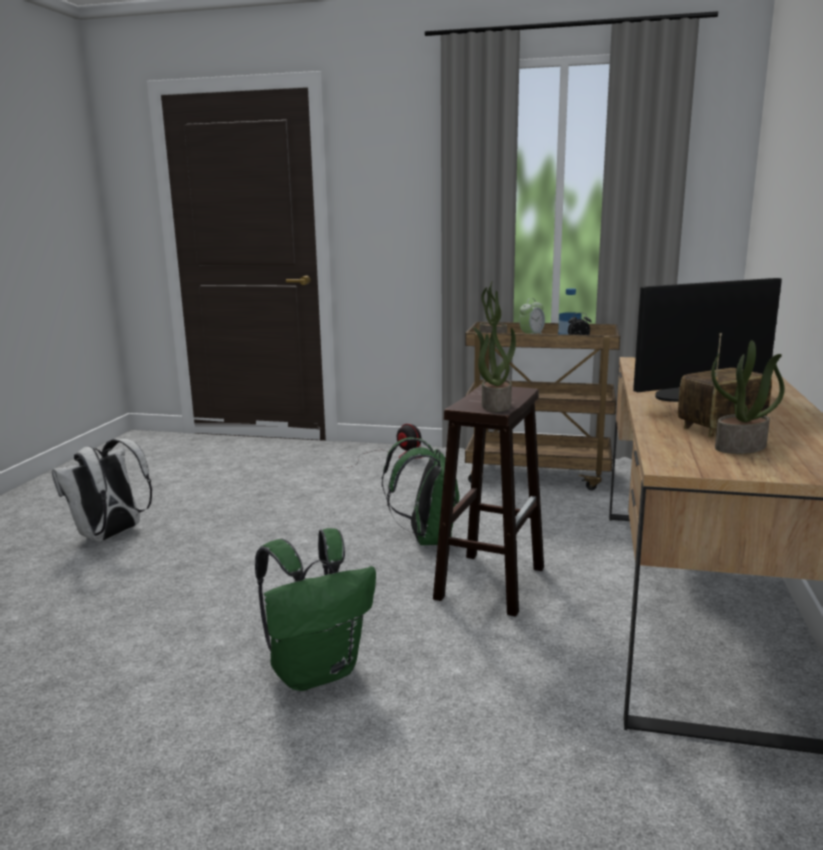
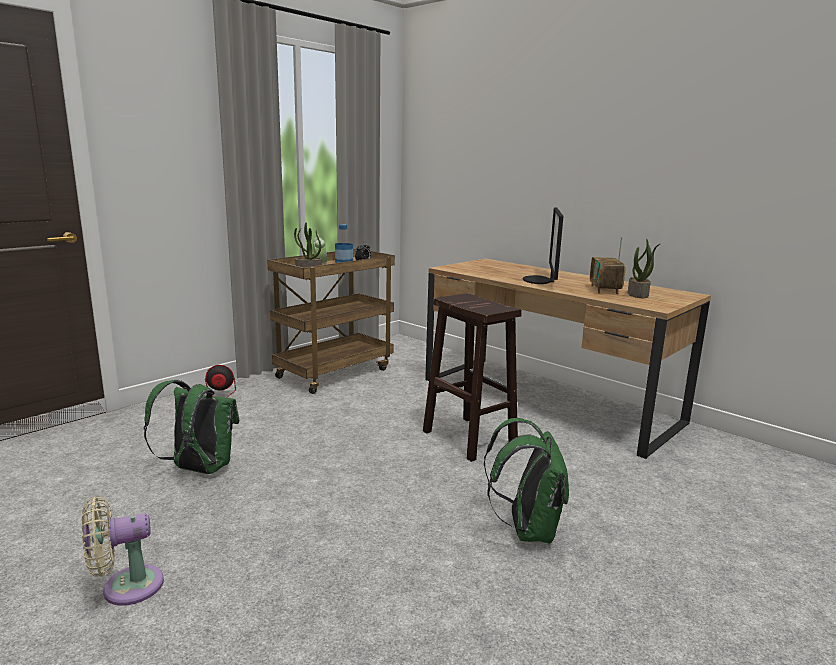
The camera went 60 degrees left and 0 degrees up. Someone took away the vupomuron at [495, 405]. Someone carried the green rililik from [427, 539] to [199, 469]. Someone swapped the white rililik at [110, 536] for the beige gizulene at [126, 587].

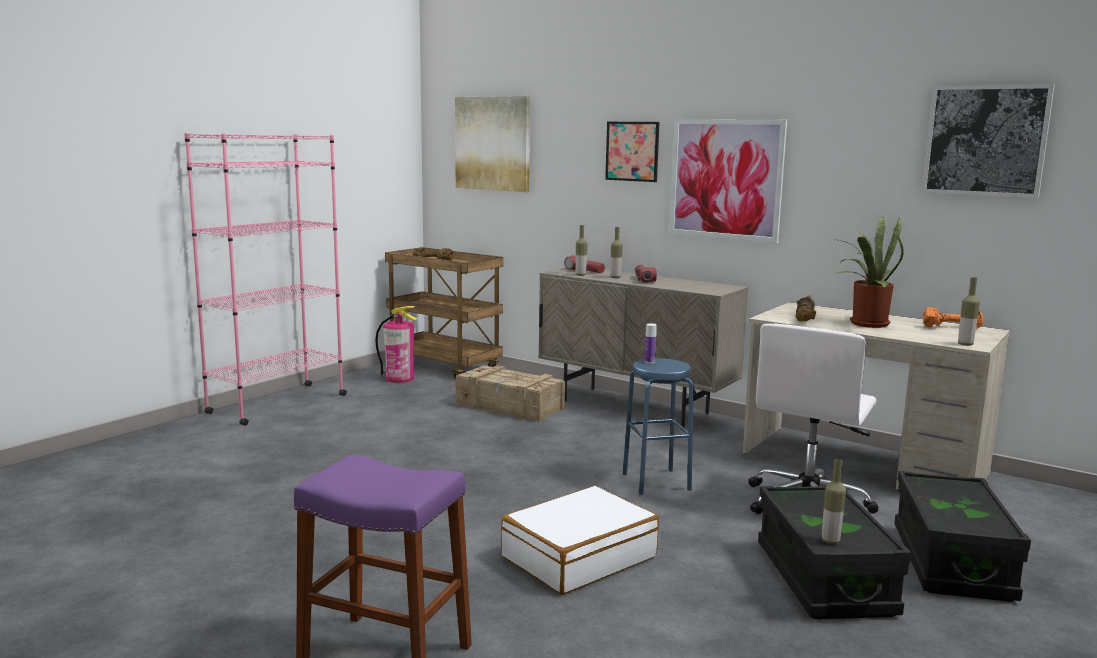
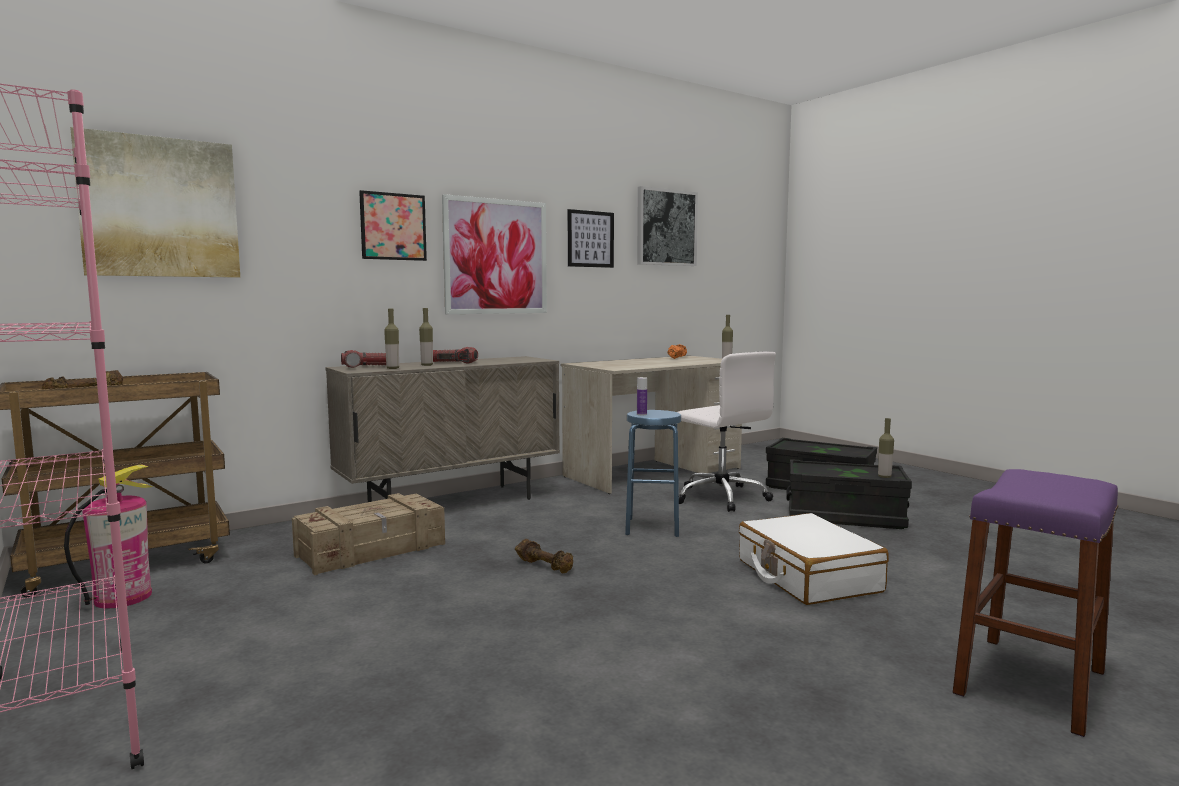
The camera went 70 degrees left and 5 degrees down. Someone took away the vupomuron at [865, 323]. Someone put up the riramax at [590, 239]. Someone carried the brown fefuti from [805, 318] to [545, 566].

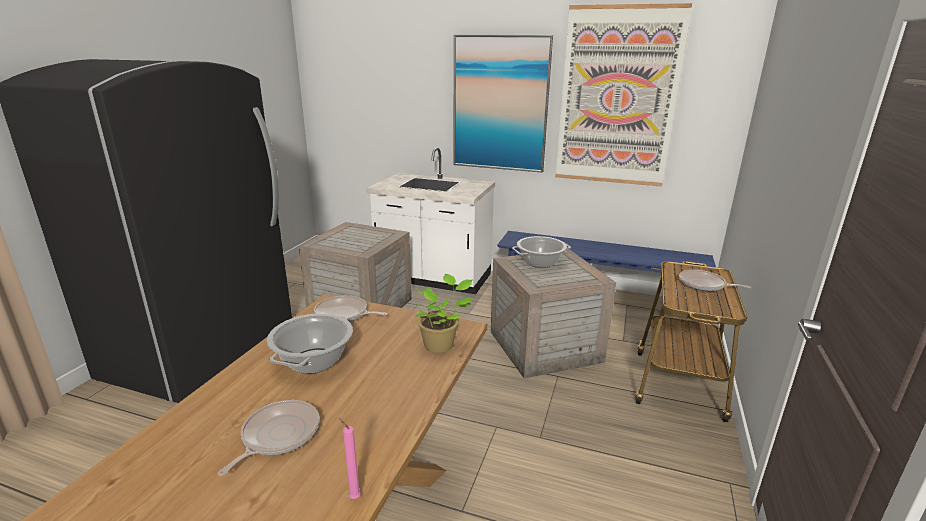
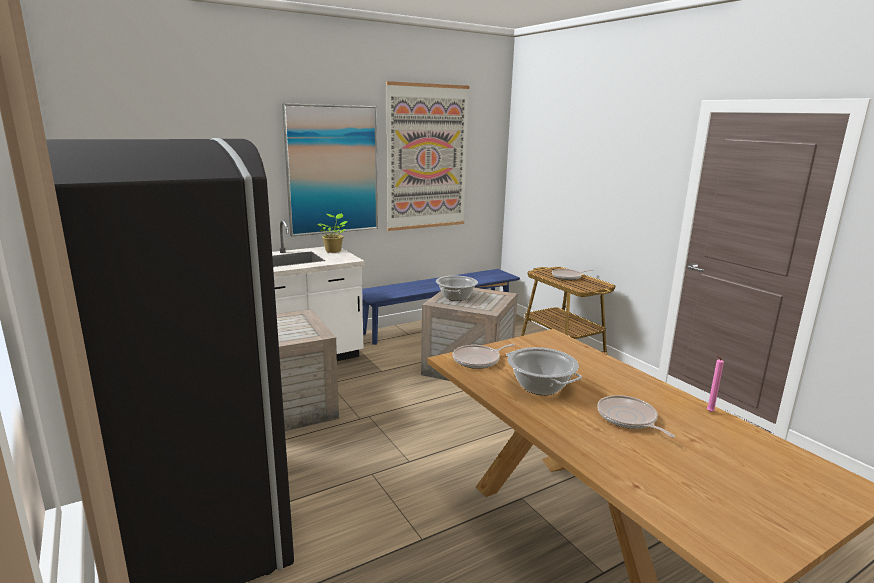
The camera went 50 degrees left and 5 degrees down. Someone carried the vupomuron from [441, 345] to [333, 250].

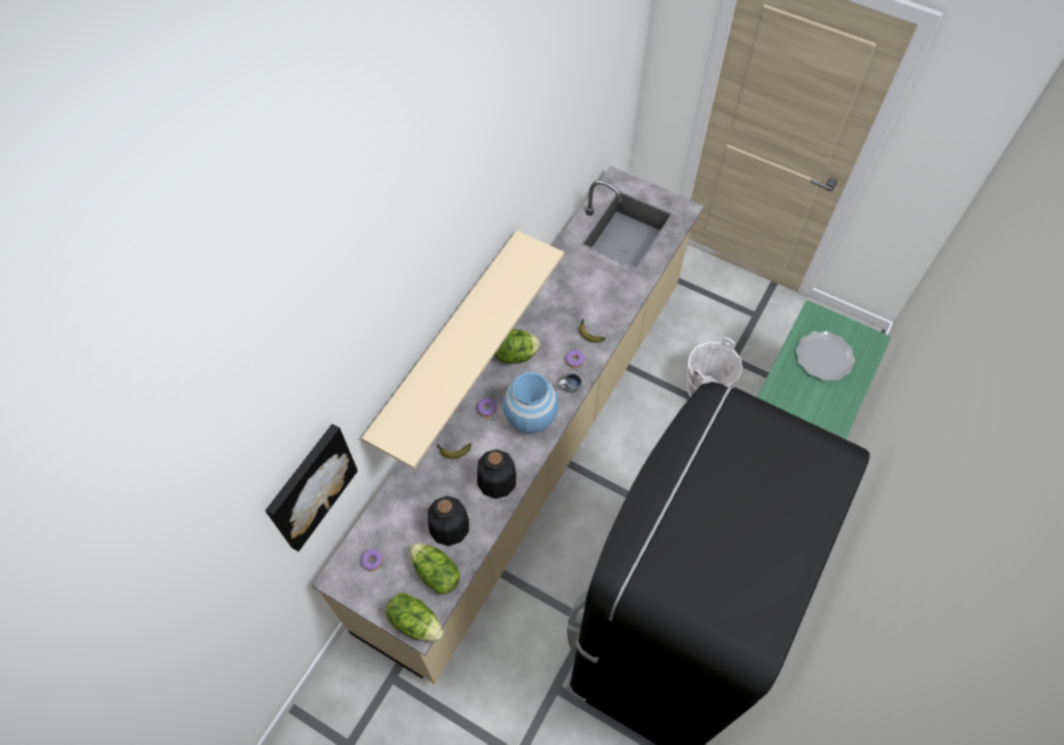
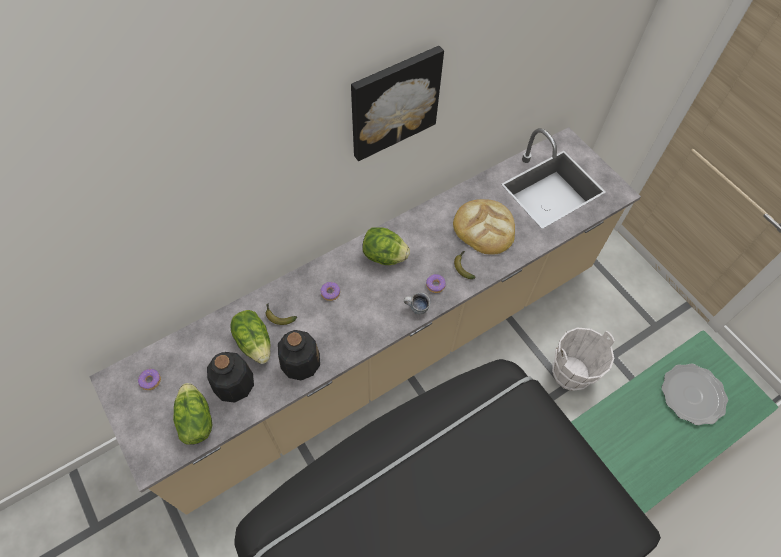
The camera went 25 degrees right and 0 degrees up. Someone took away the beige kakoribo at [446, 340]. Someone took away the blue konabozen at [530, 418]. Someone put down the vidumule at [484, 228]. Someone carried the riramax from [310, 486] to [393, 102]. Someone carried the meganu from [416, 622] to [255, 342].

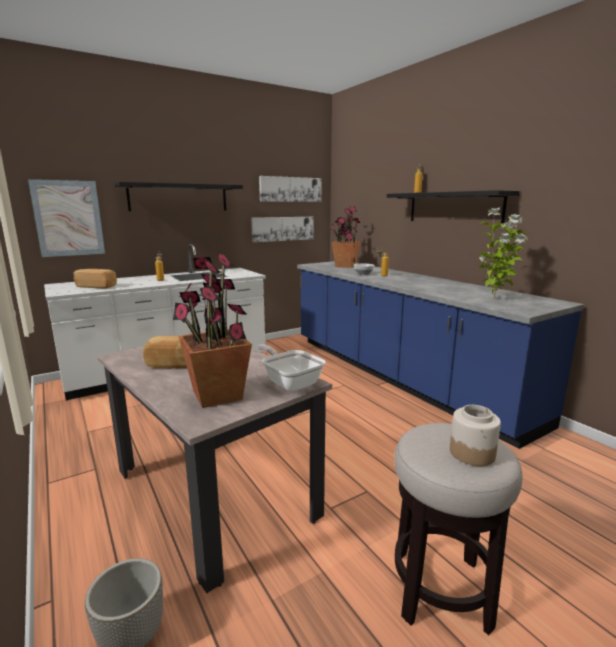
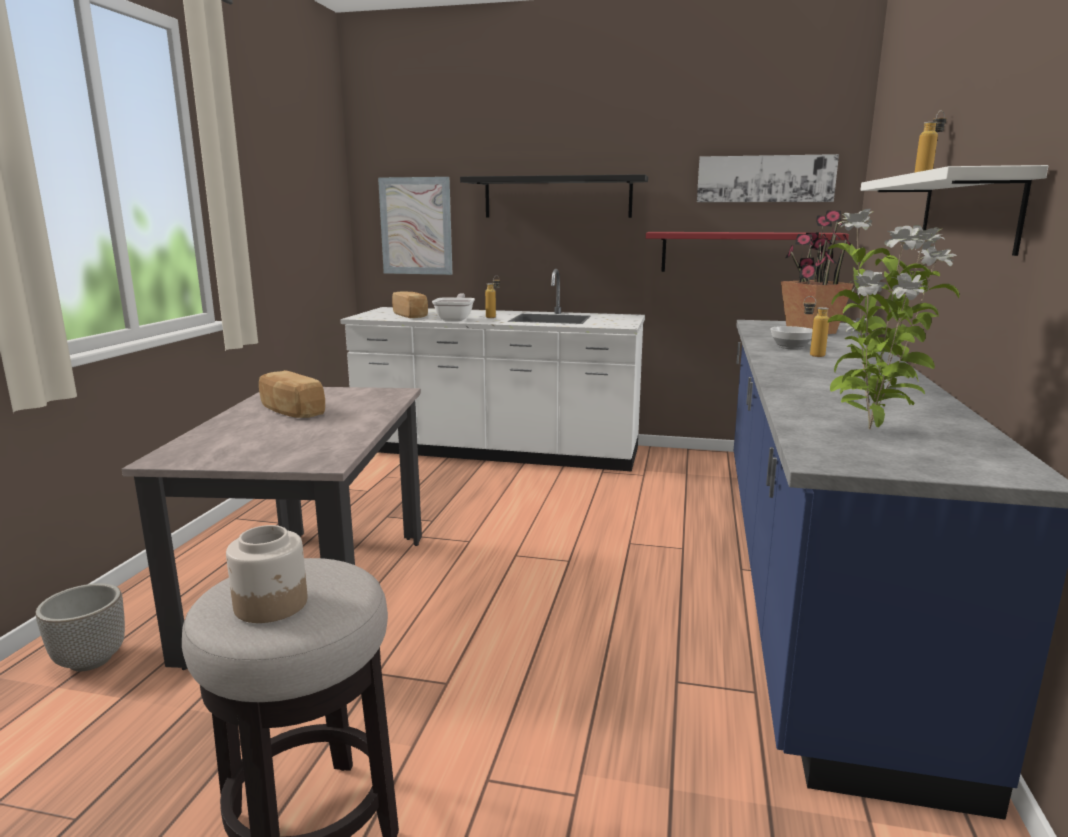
The camera went 45 degrees right and 0 degrees up. Someone took away the vupomuron at [216, 396]. Someone carried the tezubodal from [290, 382] to [455, 319]. Someone swapped the riramax at [283, 228] for the red kakoribo at [740, 252]. Someone repainted the black kakoribo at [454, 207], which became the white kakoribo at [967, 212].

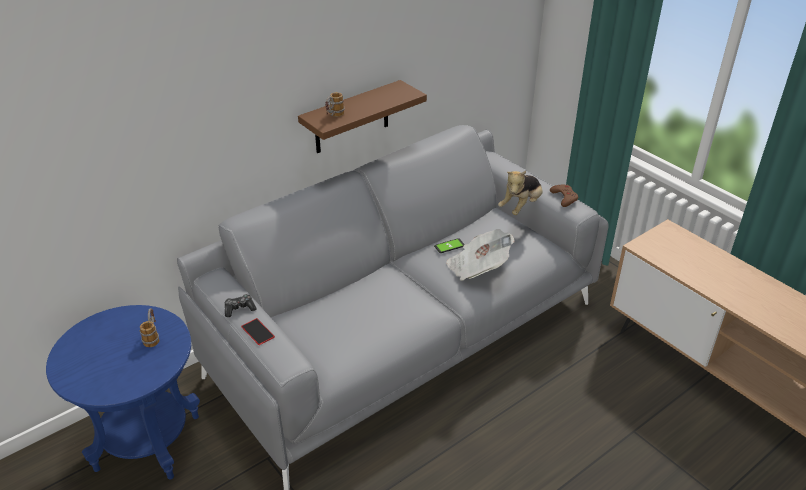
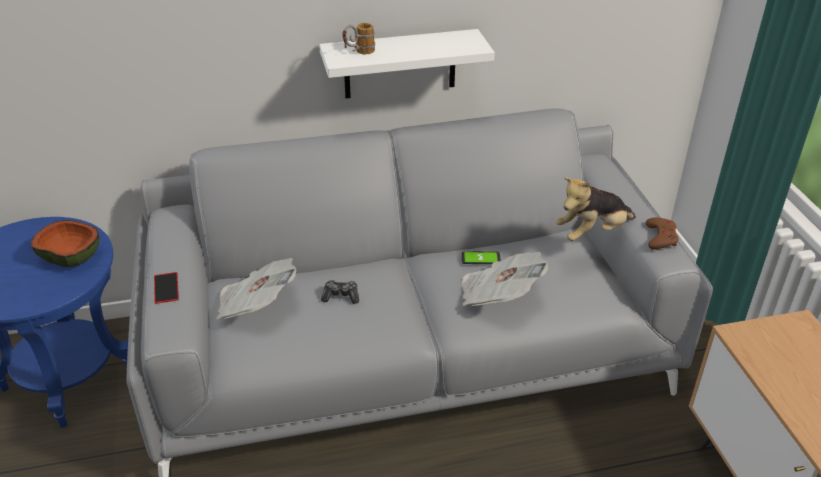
The camera went 25 degrees right and 0 degrees up. Someone put down the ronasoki at [256, 305]. Someone carried the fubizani from [239, 309] to [341, 296]. Someone swapped the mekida at [152, 336] for the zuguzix at [70, 258]. Someone repainted the brown kakoribo at [351, 118], which became the white kakoribo at [400, 64].

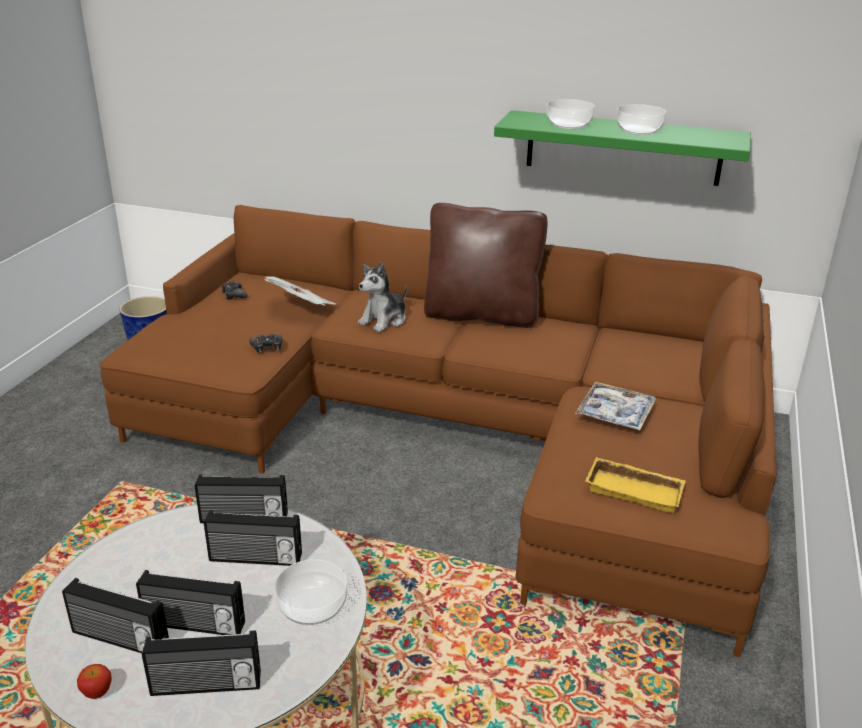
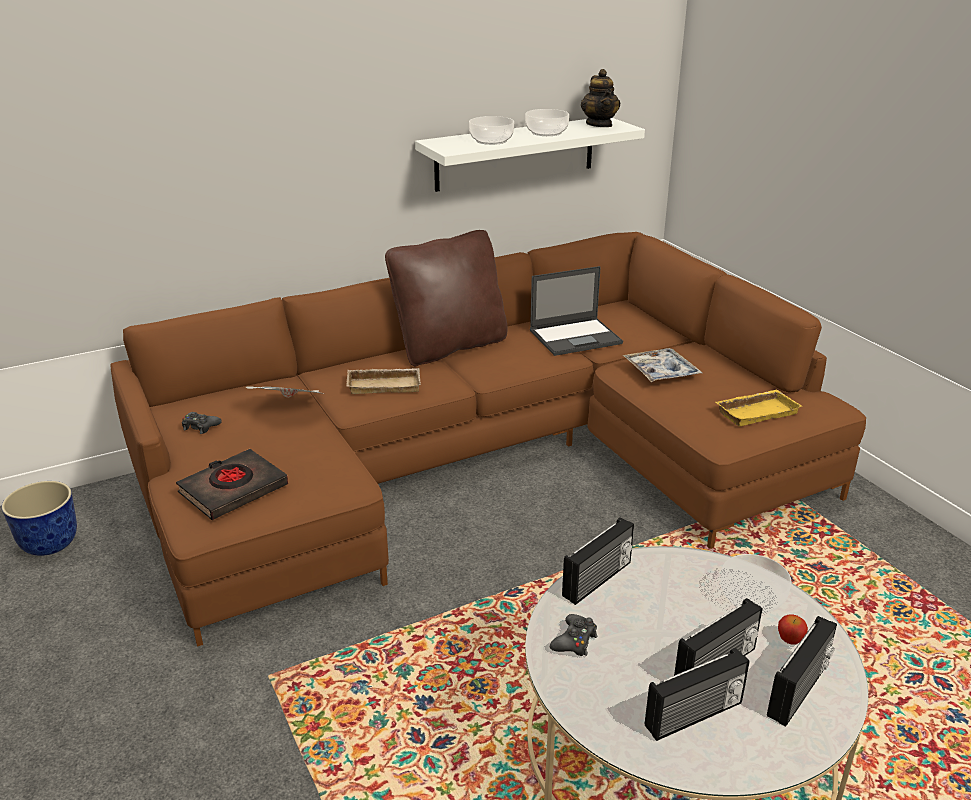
The camera went 45 degrees left and 0 degrees up. Someone took away the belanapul at [255, 559]. Someone put down the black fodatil at [233, 489]. Someone put down the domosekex at [576, 337]. Someone put down the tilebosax at [599, 124]. Someone carried the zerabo from [97, 692] to [790, 640]. Someone carried the black fubizani from [267, 347] to [574, 641]. Someone swapped the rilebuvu at [384, 320] for the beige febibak at [385, 384]. Someone repainted the green kakoribo at [623, 148], which became the white kakoribo at [515, 153].

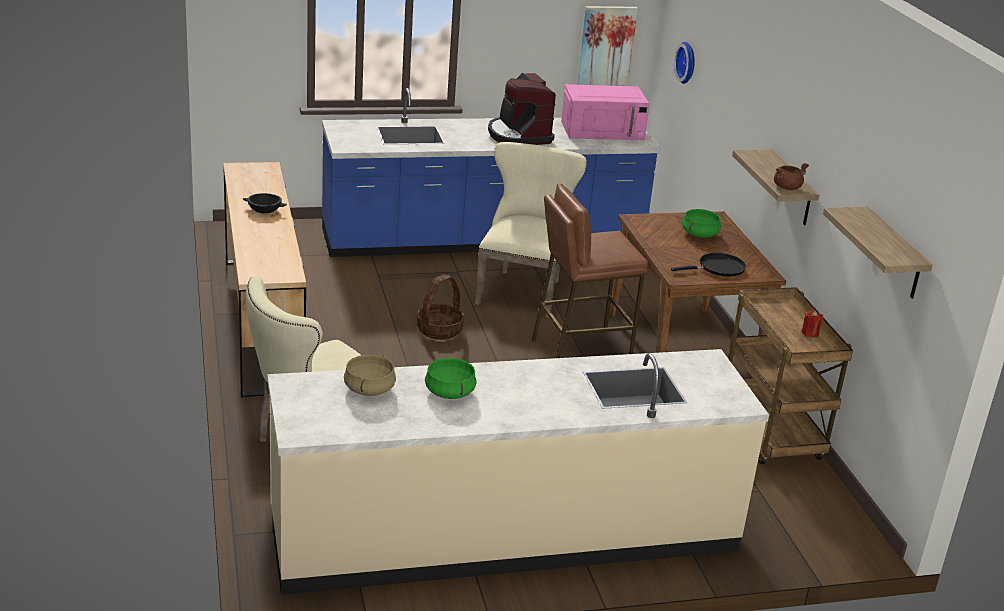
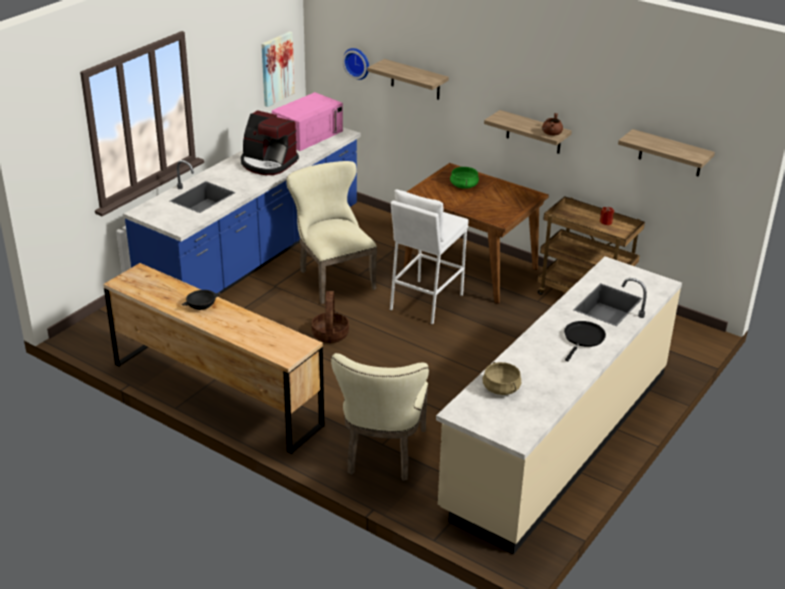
The camera went 40 degrees left and 5 degrees up. Someone took away the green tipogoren at [450, 392]. Someone put up the kakoribo at [415, 80]. Someone carried the black tezubodal from [718, 268] to [583, 338]. Someone repainted the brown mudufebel at [580, 351], which became the white mudufebel at [425, 302].

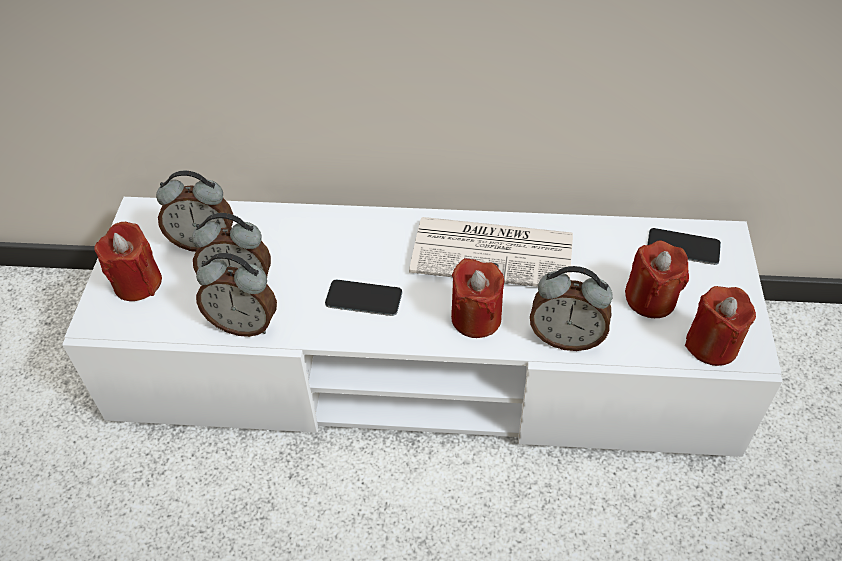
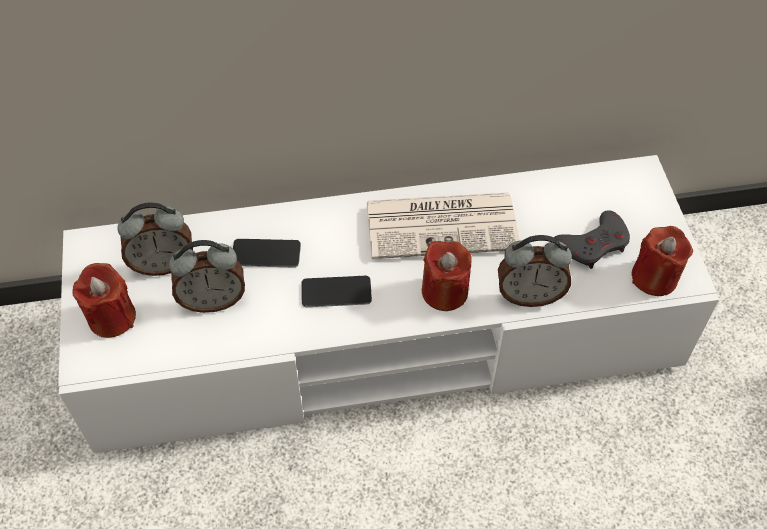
The camera went 15 degrees left and 5 degrees up. Someone took away the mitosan at [244, 324]. Someone carried the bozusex from [683, 247] to [266, 253]. Someone swapped the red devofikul at [650, 299] for the grey fubizani at [592, 244].

